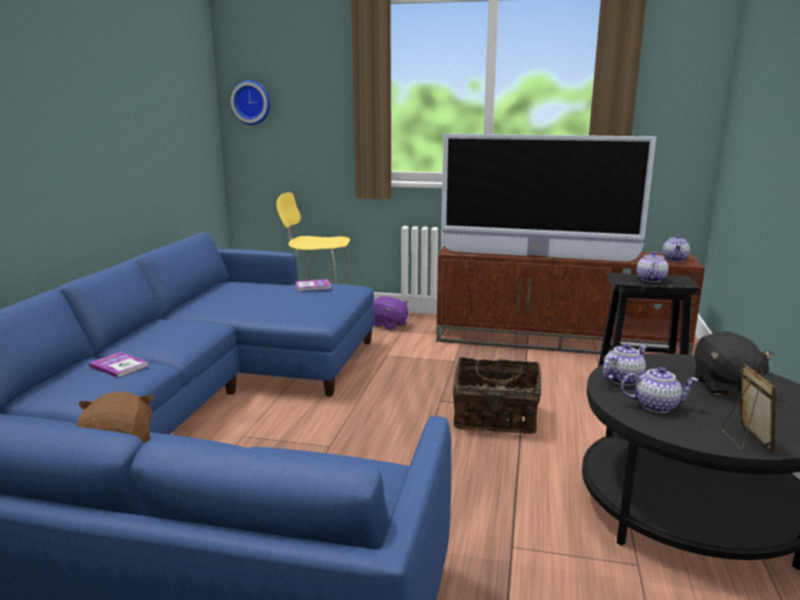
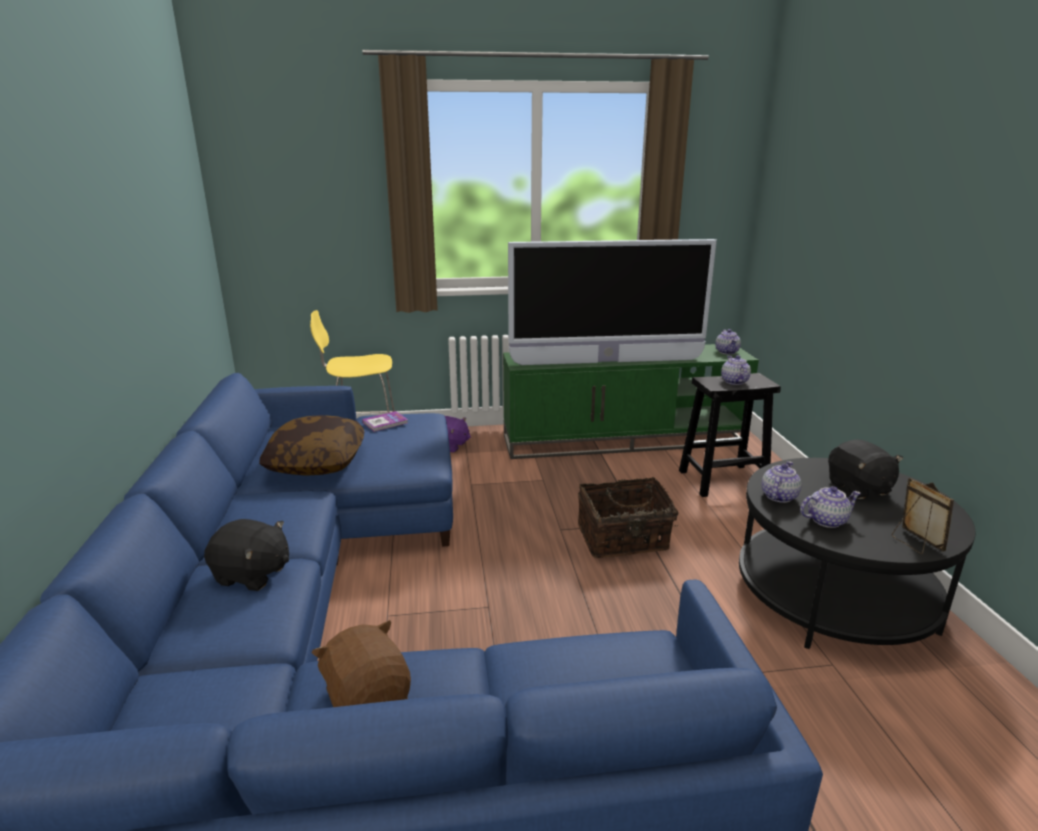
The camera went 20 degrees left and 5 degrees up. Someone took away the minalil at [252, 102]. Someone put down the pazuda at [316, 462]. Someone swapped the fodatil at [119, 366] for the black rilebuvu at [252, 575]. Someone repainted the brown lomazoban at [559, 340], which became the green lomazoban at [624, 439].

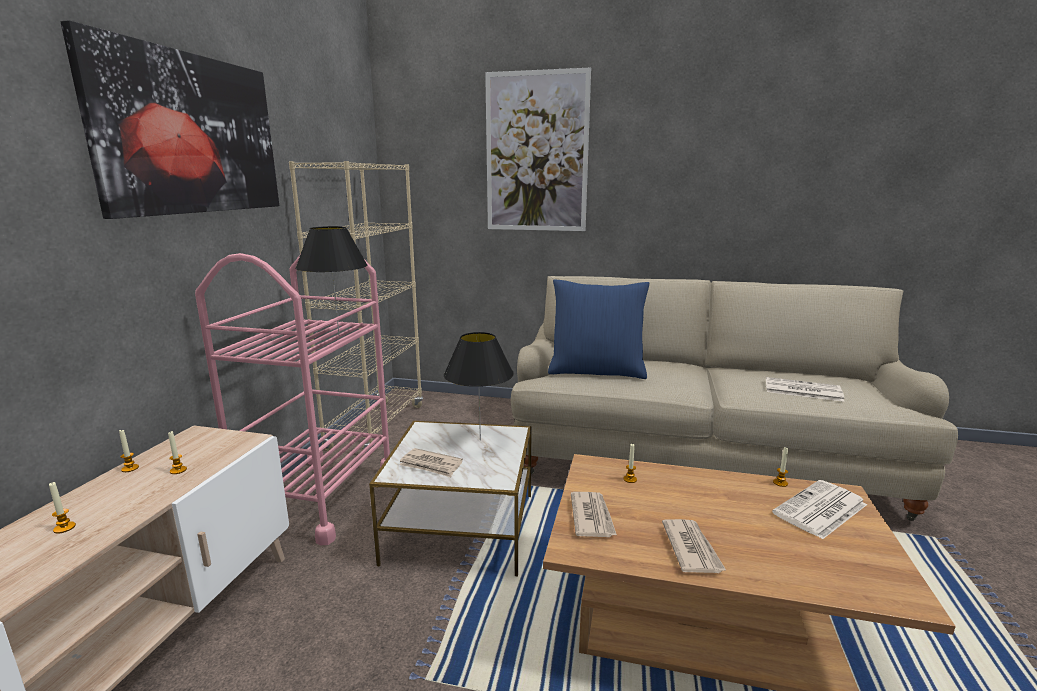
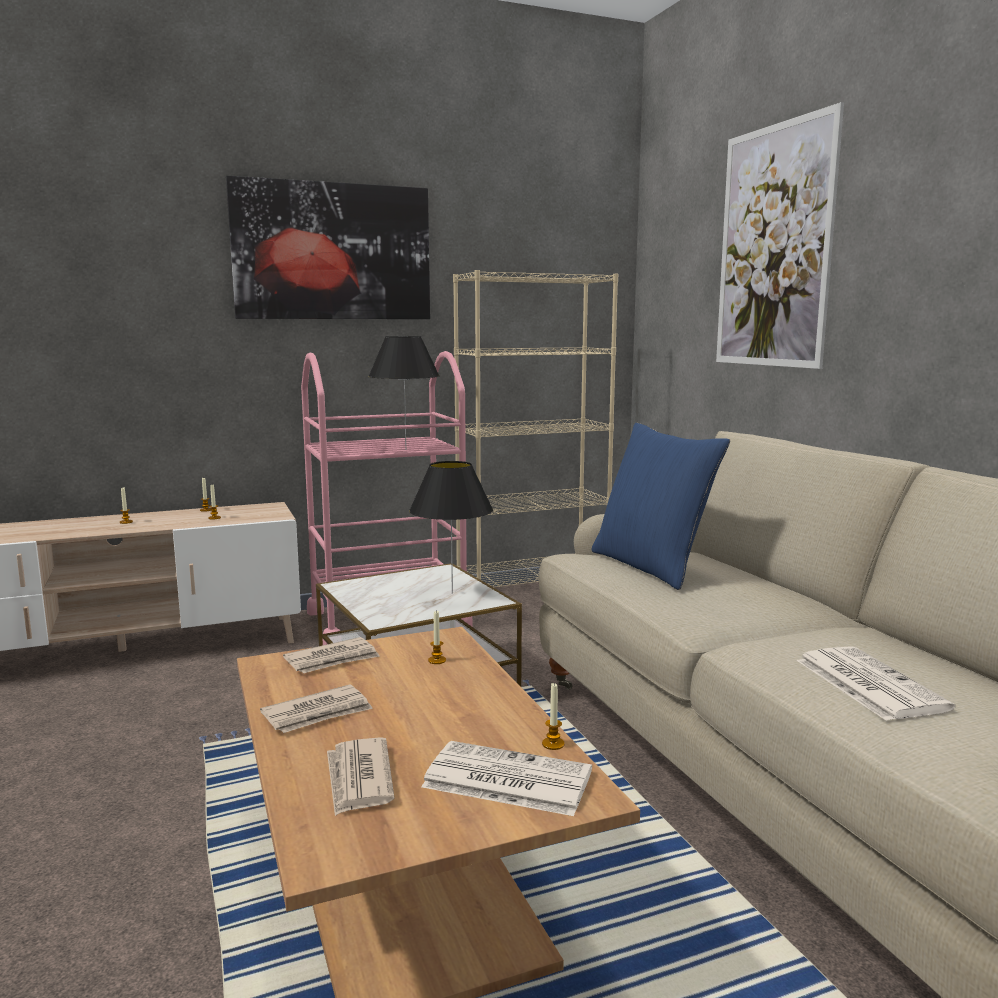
The camera went 55 degrees right and 5 degrees down. Someone carried the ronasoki from [431, 465] to [359, 779].

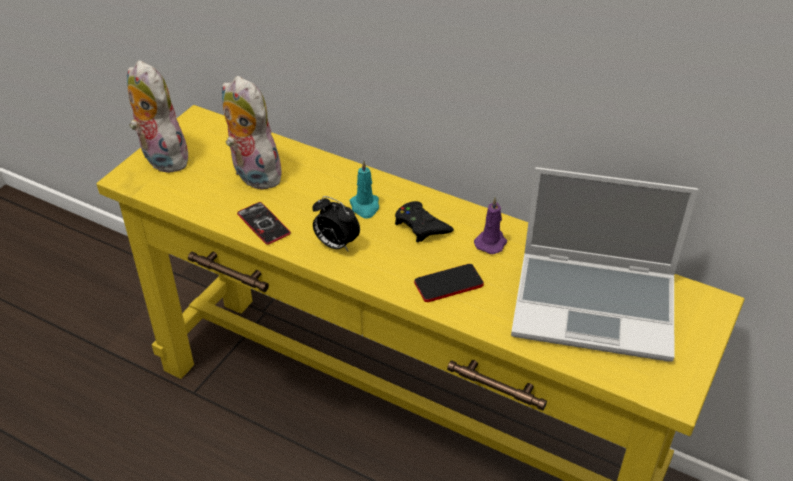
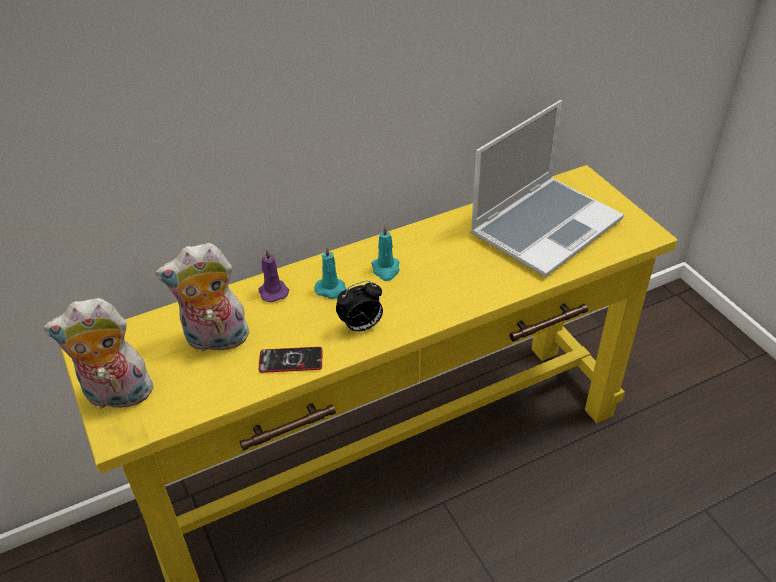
The camera went 55 degrees left and 0 degrees up. Someone took away the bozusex at [448, 284]. Someone carried the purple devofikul from [491, 242] to [273, 291]. Someone swapped the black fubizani at [421, 226] for the turquoise devofikul at [386, 269].

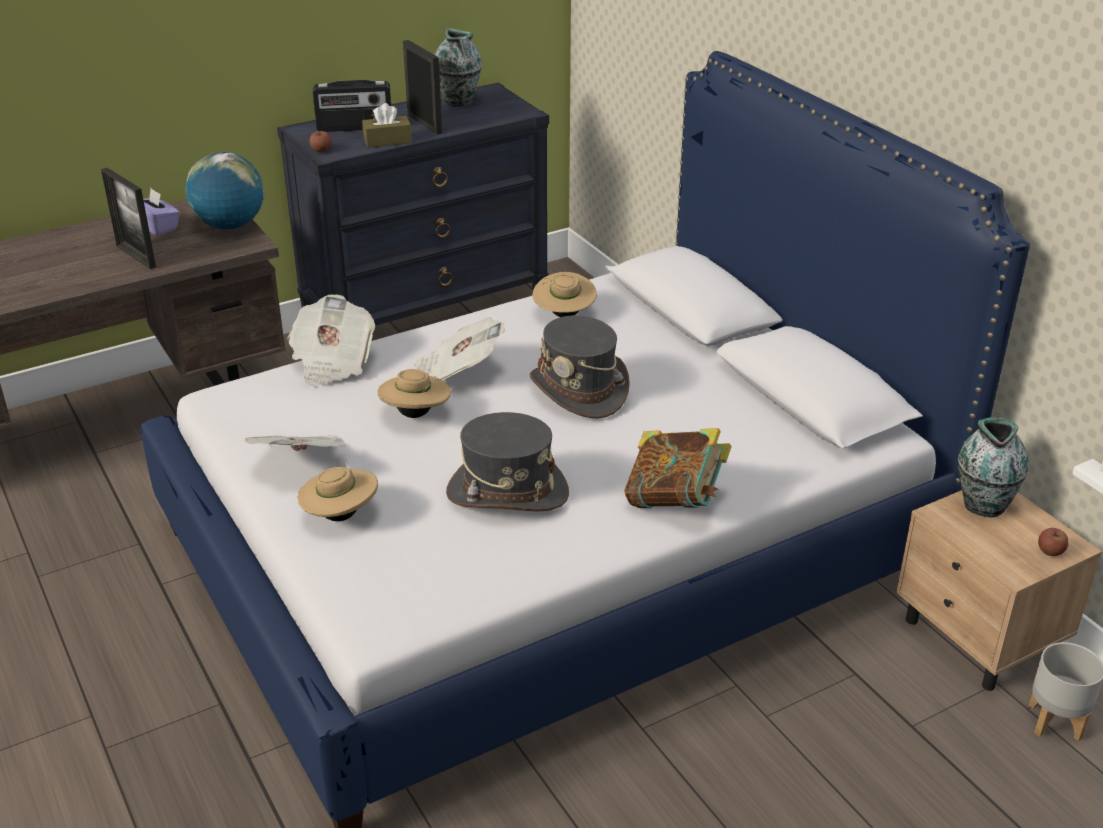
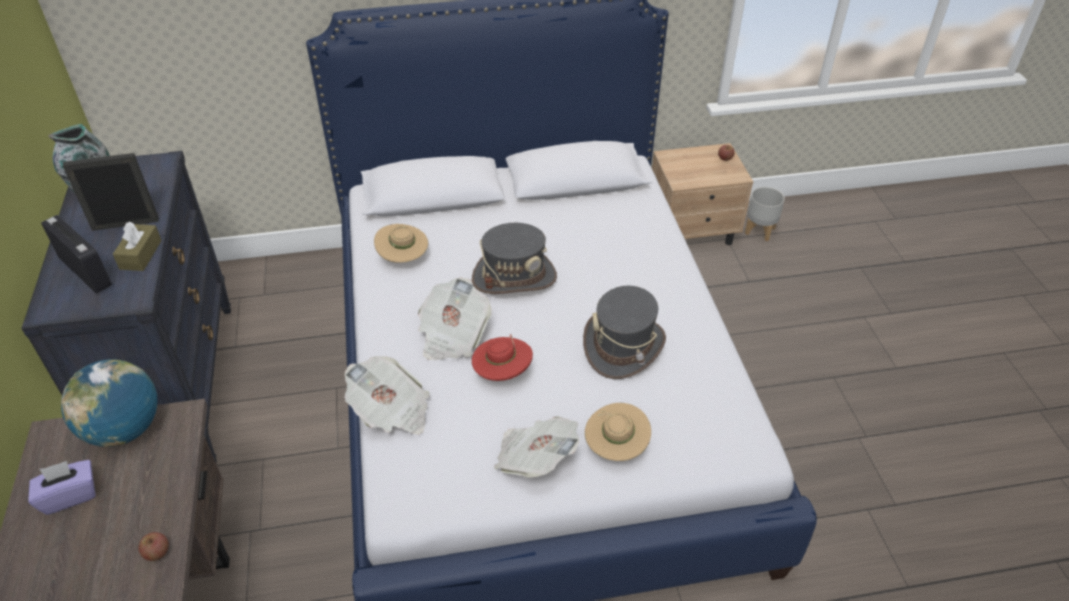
The camera went 70 degrees left and 10 degrees up. Someone took away the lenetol at [136, 256]. Someone took away the fodatil at [675, 500]. Someone took away the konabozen at [984, 504]. Someone carried the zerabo from [321, 150] to [157, 552]. Someone repainted the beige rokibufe at [416, 414], which became the red rokibufe at [502, 373]. Someone rotated the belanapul at [354, 128] by 60 degrees counterclockwise.

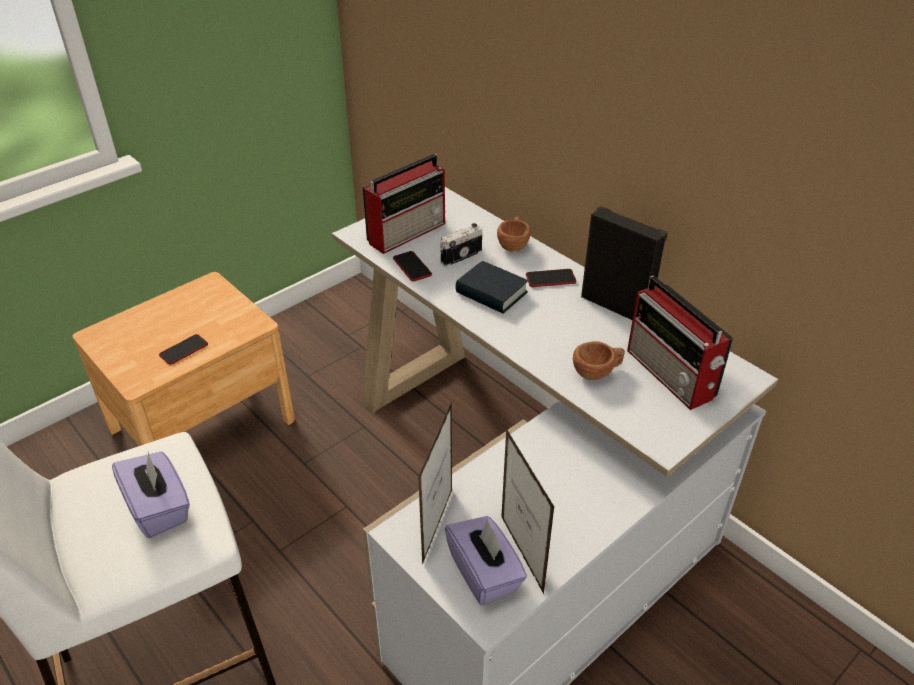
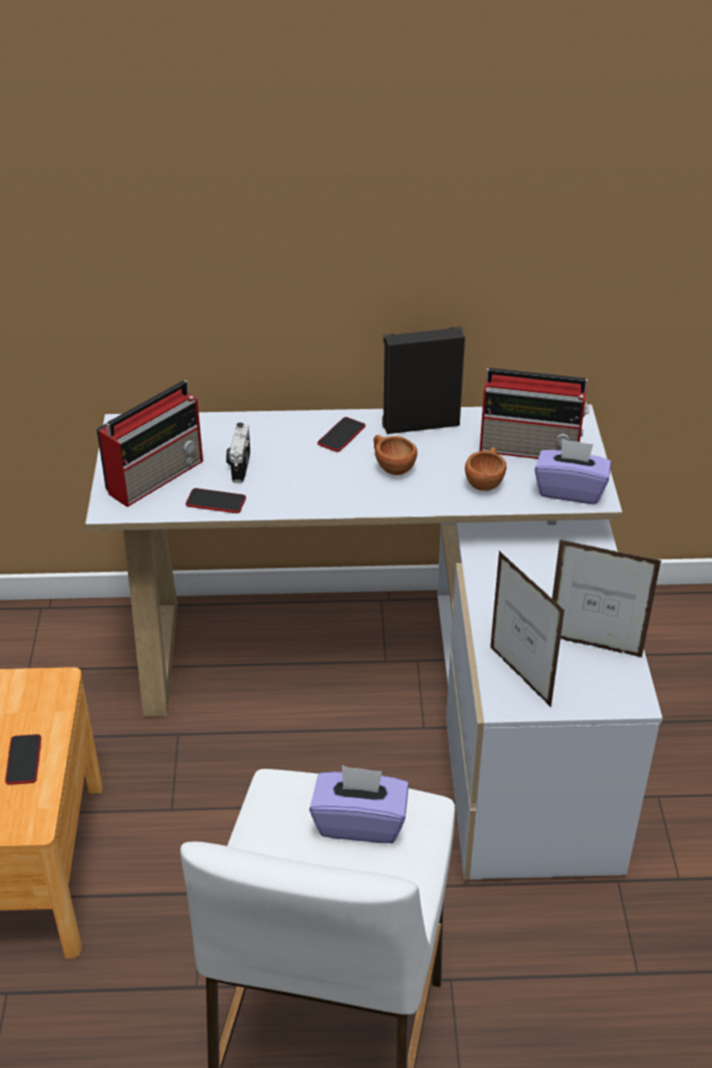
The camera went 50 degrees left and 0 degrees up. Someone took away the fodatil at [491, 293]. Someone carried the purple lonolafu from [484, 573] to [570, 490]. Someone carried the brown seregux from [513, 244] to [391, 466]. Someone rotated the belanapul at [408, 232] by 45 degrees clockwise.

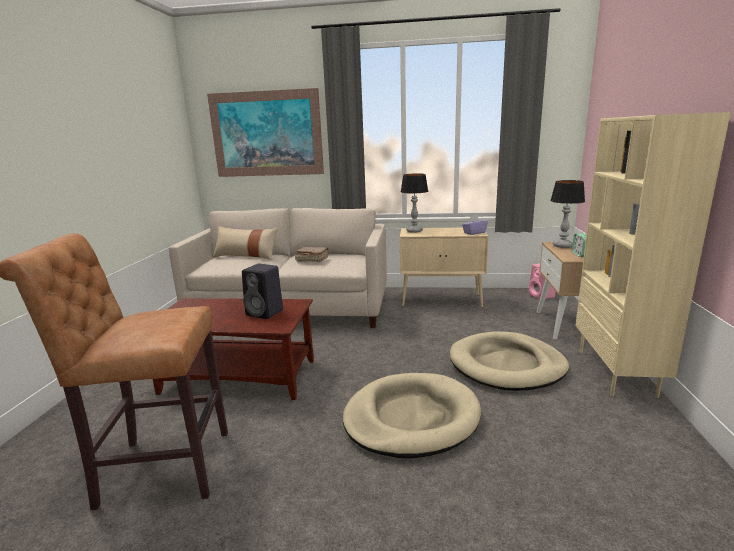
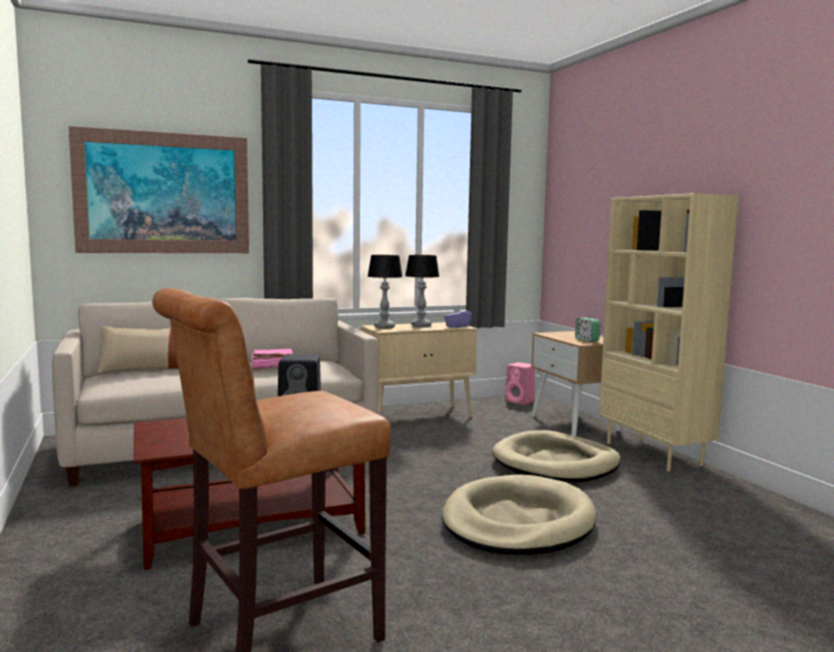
The camera went 30 degrees left and 10 degrees down. Someone carried the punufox from [563, 246] to [421, 326]. Someone repainted the brown fodatil at [311, 260], which became the pink fodatil at [271, 367].

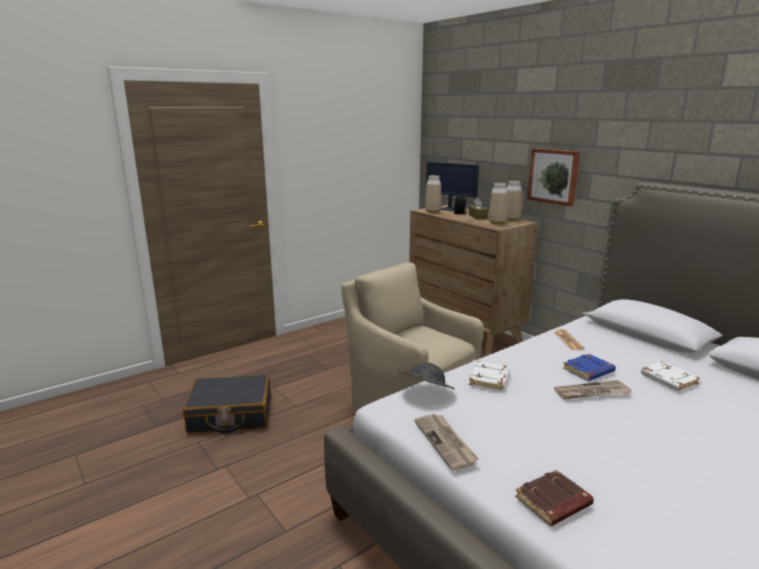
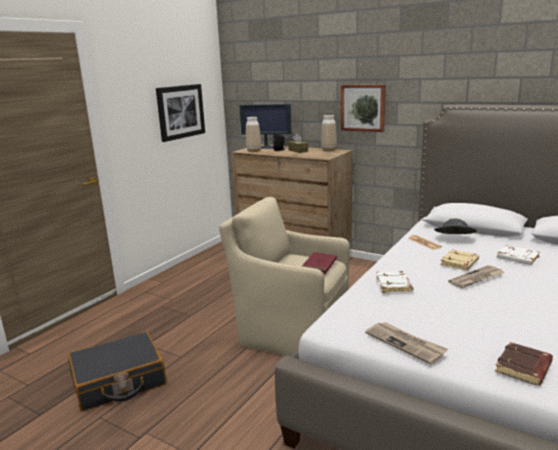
The camera went 20 degrees left and 0 degrees up. Someone took away the konabozen at [497, 223]. Someone put up the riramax at [180, 112]. Someone put down the red fodatil at [319, 265]. Someone carried the grey rokibufe from [425, 392] to [454, 239]. Someone repainted the blue fodatil at [588, 371], which became the beige fodatil at [460, 263].

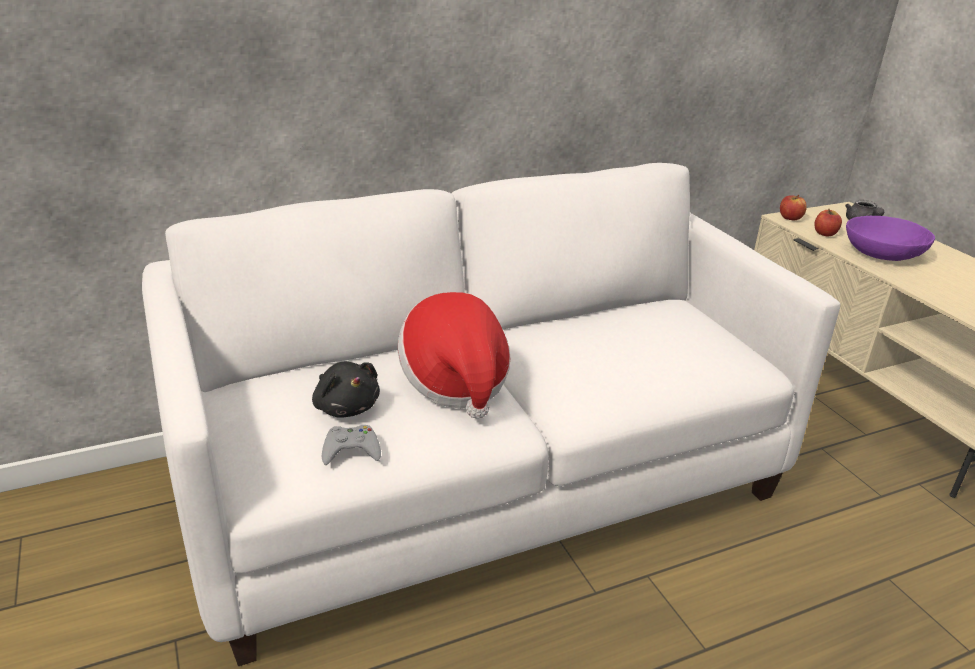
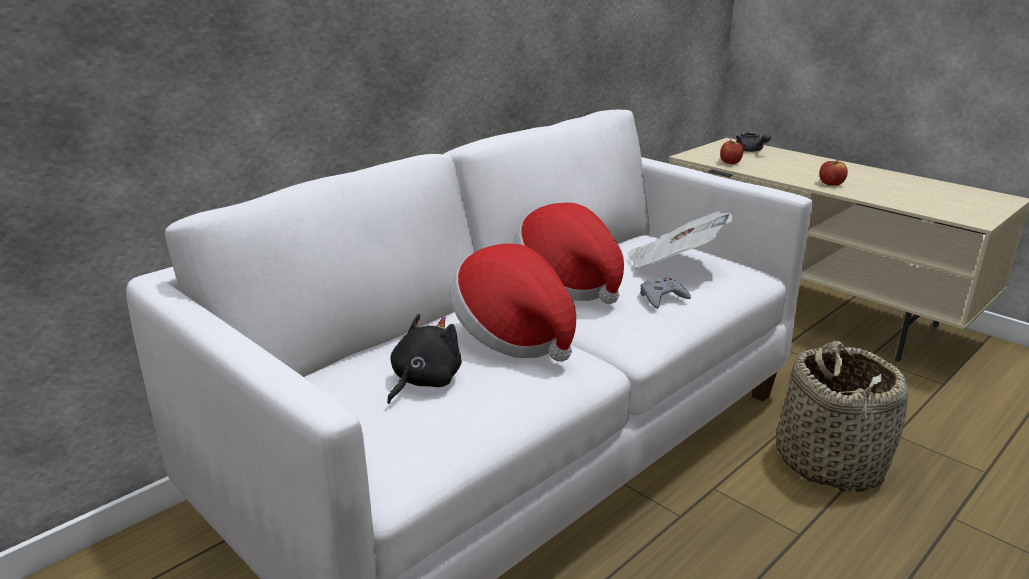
The camera went 20 degrees left and 5 degrees down. Someone took away the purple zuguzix at [883, 253]. Someone put down the rokibufe at [567, 284]. Someone put down the ronasoki at [673, 264]. Someone put down the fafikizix at [829, 461]. Someone carried the grey fubizani from [351, 450] to [662, 297]. Someone carried the zerabo from [790, 218] to [831, 184]. Someone rotated the black rilebuvu at [346, 407] by 90 degrees counterclockwise.

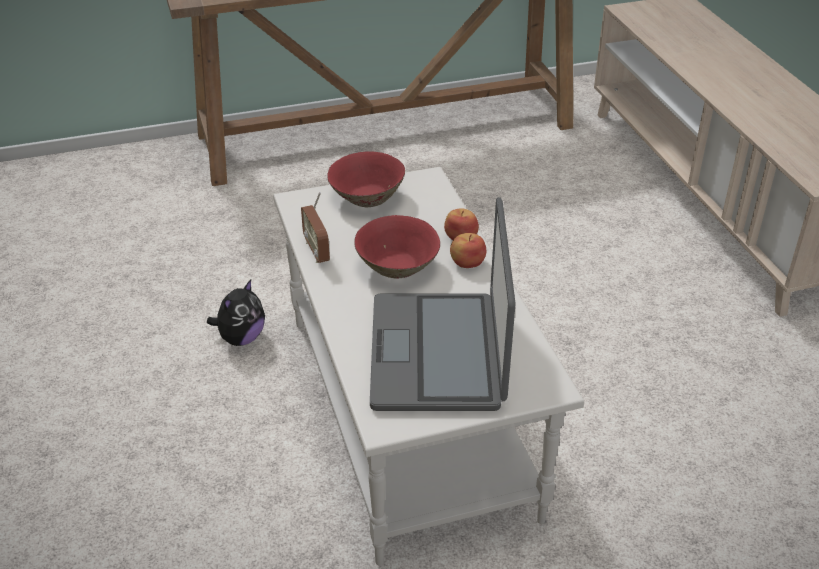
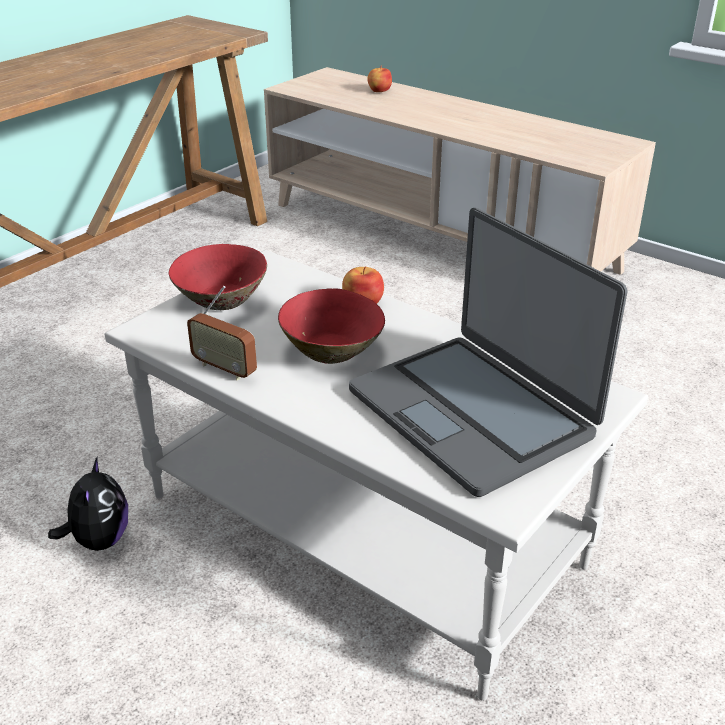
The camera went 35 degrees left and 5 degrees down. Someone carried the zerabo from [467, 262] to [379, 90].

